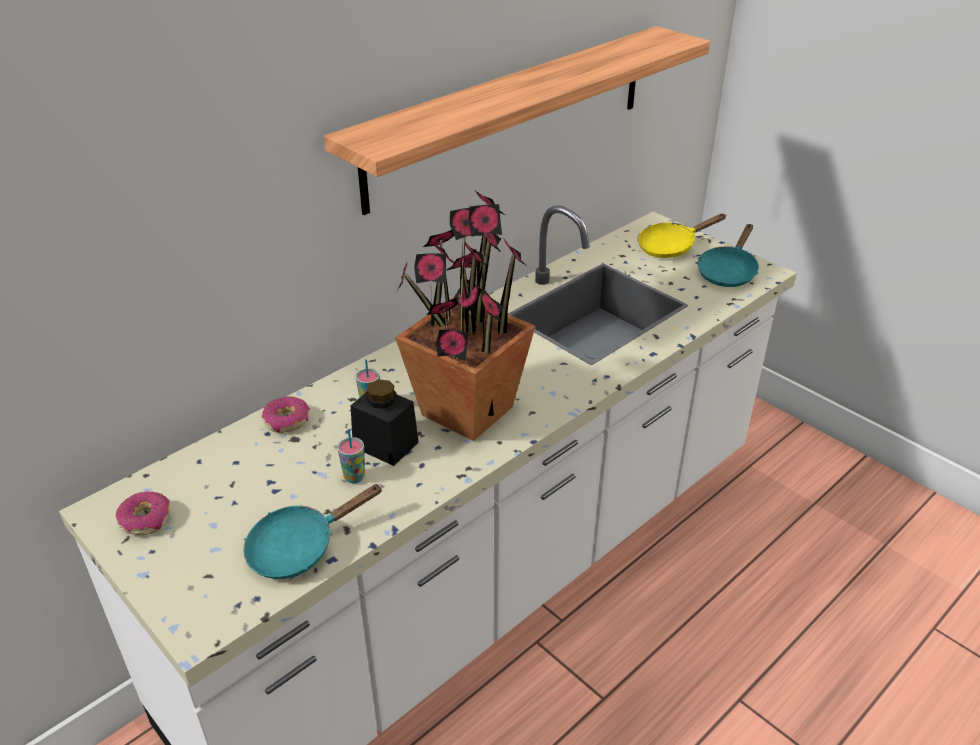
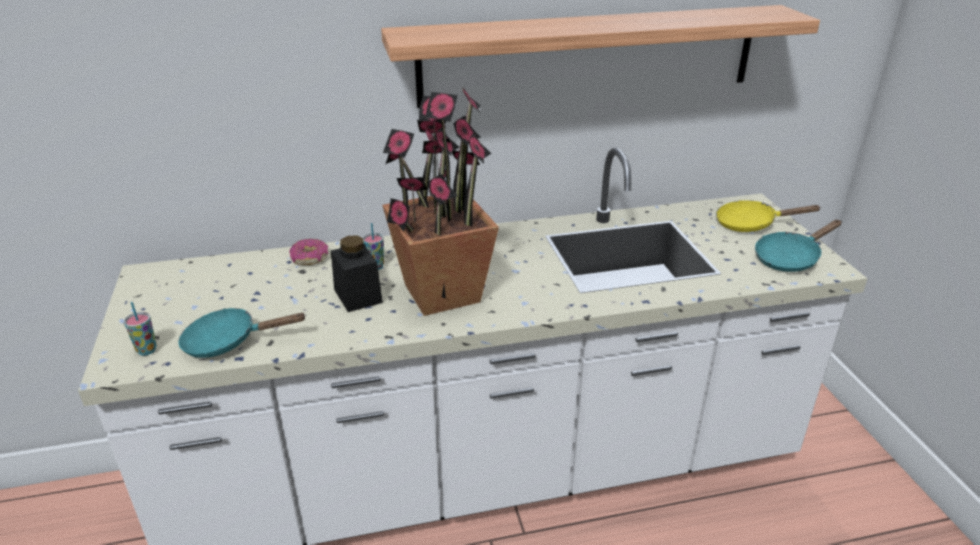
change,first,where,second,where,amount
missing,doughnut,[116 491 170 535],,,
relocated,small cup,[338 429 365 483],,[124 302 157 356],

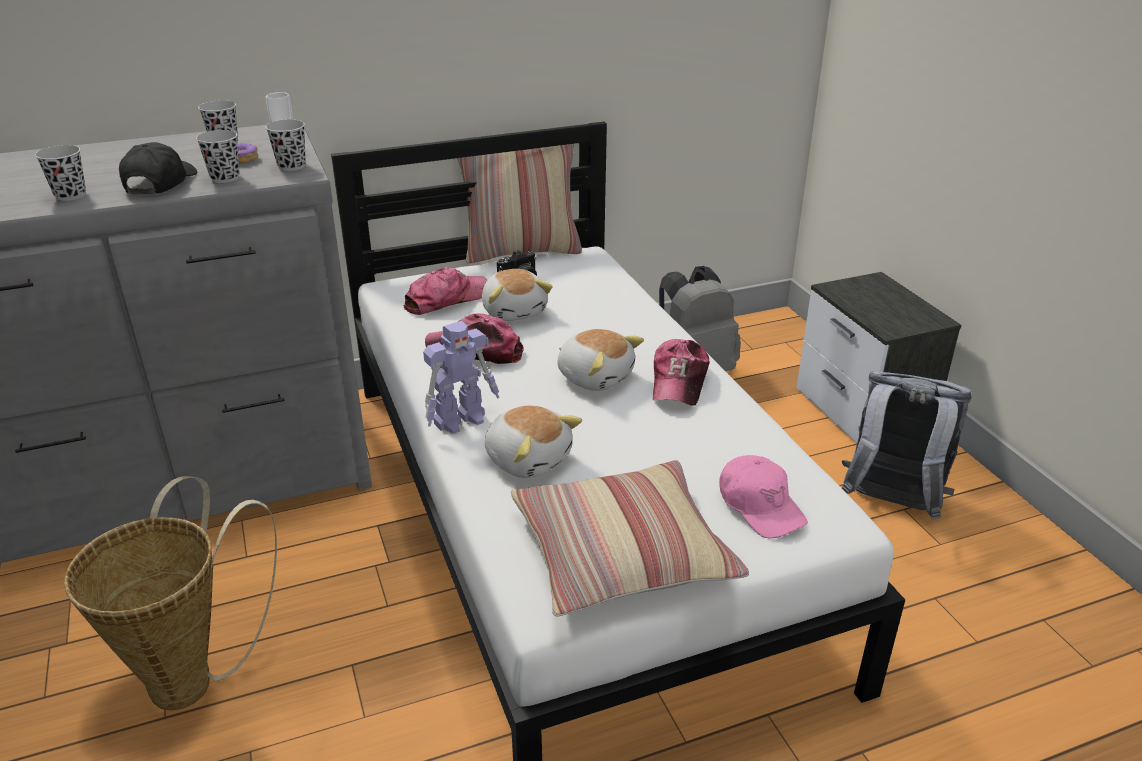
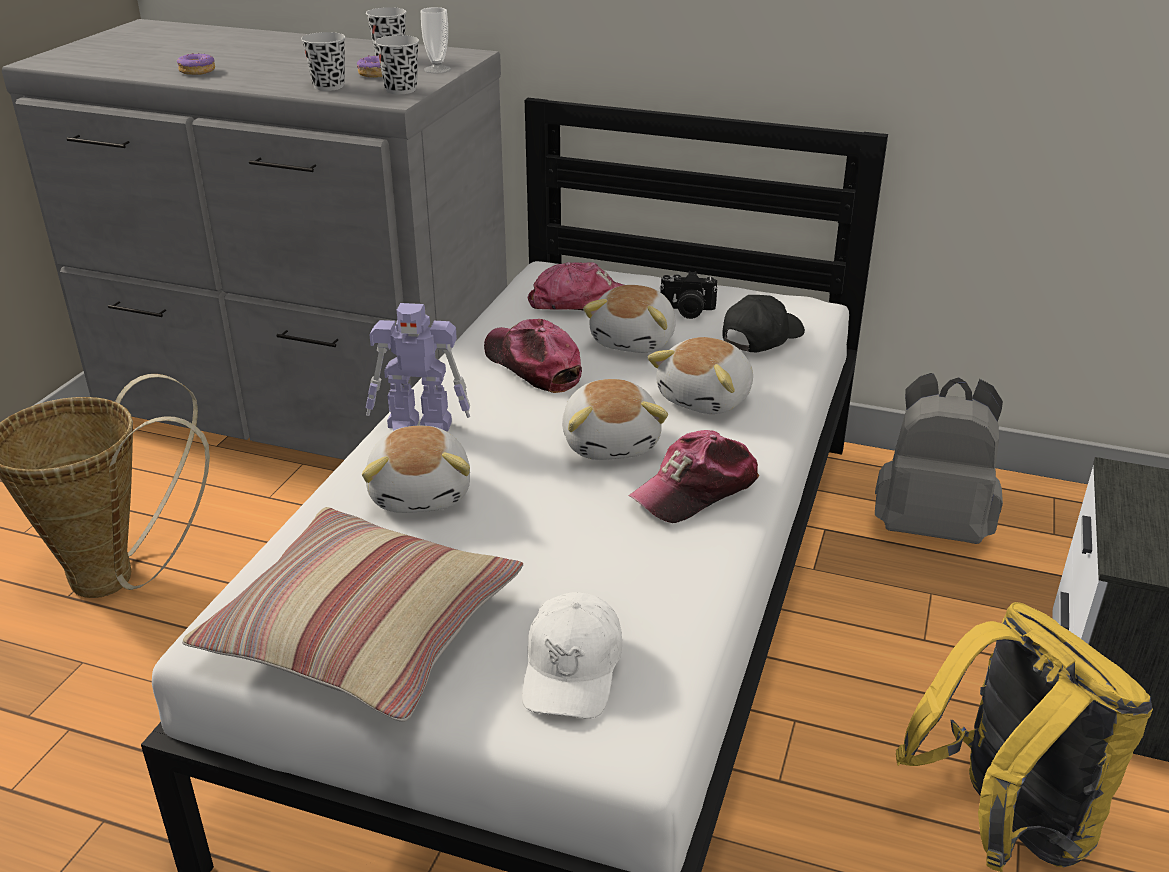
change,first,where,second,where,amount
missing,pillow,[457 144 582 264],,,
appeared,,,cuddly toy,[648 337 753 414],
relocated,black peaked cap,[119 142 197 194],,[722 295 805 352],
exchanged,black small cup,[35 145 86 201],doughnut,[177 52 215 75],
colour,pink peaked cap,[719 455 808 538],white peaked cap,[522 592 622 719],
colour,grey knapsack,[842 371 972 519],yellowish knapsack,[896 602 1153 872],

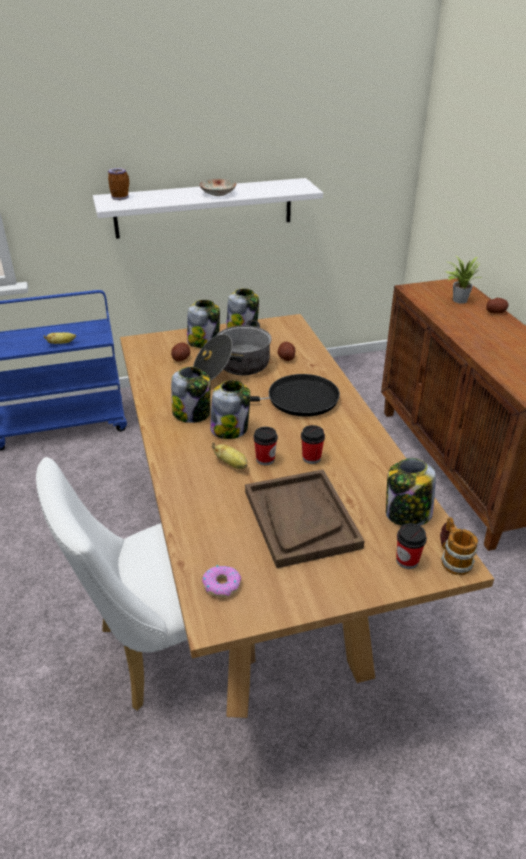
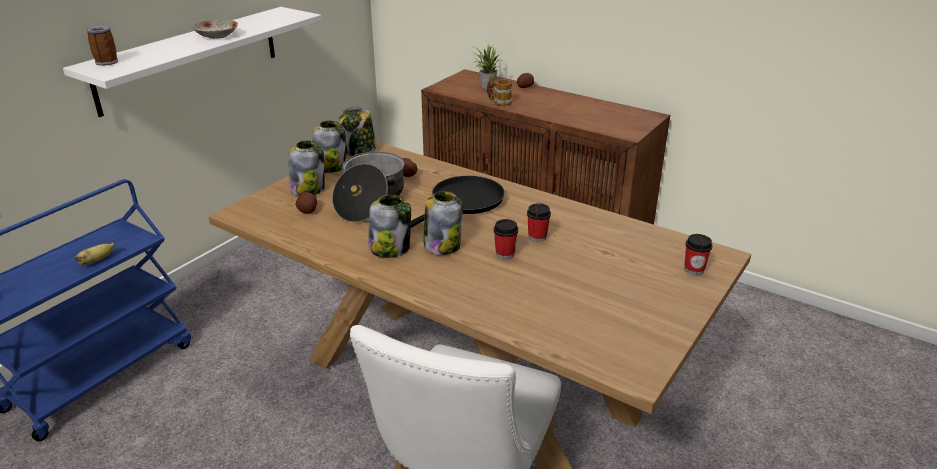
change,first,where,second,where,amount
missing,doughnut,[202 565 241 597],,,
missing,banana,[212 443 247 469],,,
missing,brown-coloured tray,[245 470 364 568],,,
relocated,storage jar,[386 458 436 526],,[339 106 376 157],
relocated,tea mug,[440 517 478 575],,[487 76 512 106],

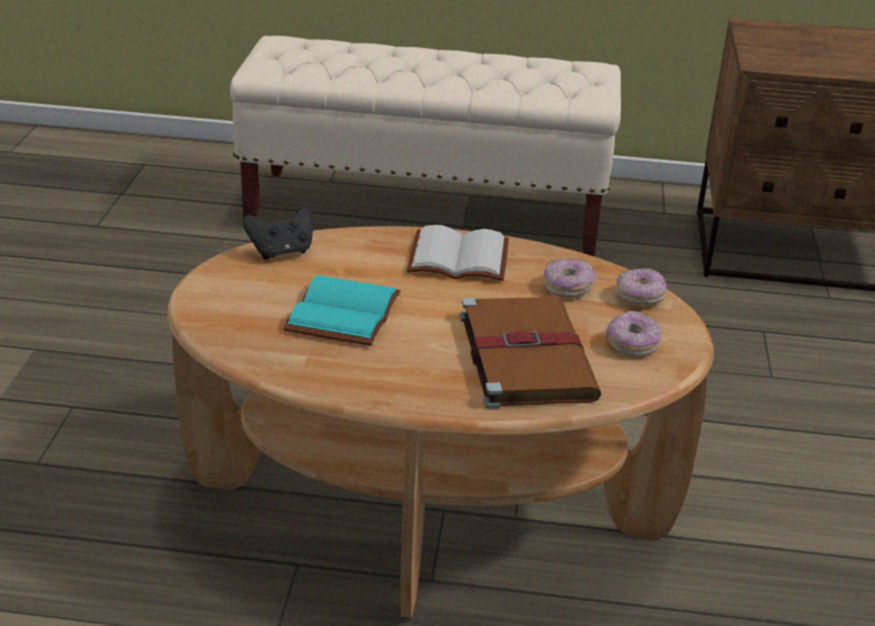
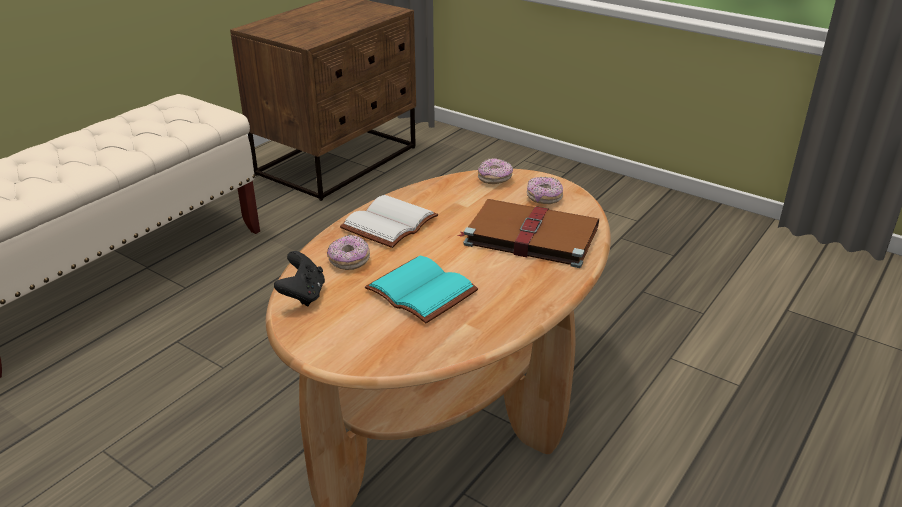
change,first,where,second,where,amount
relocated,doughnut,[544 259 596 298],,[327 235 370 270],

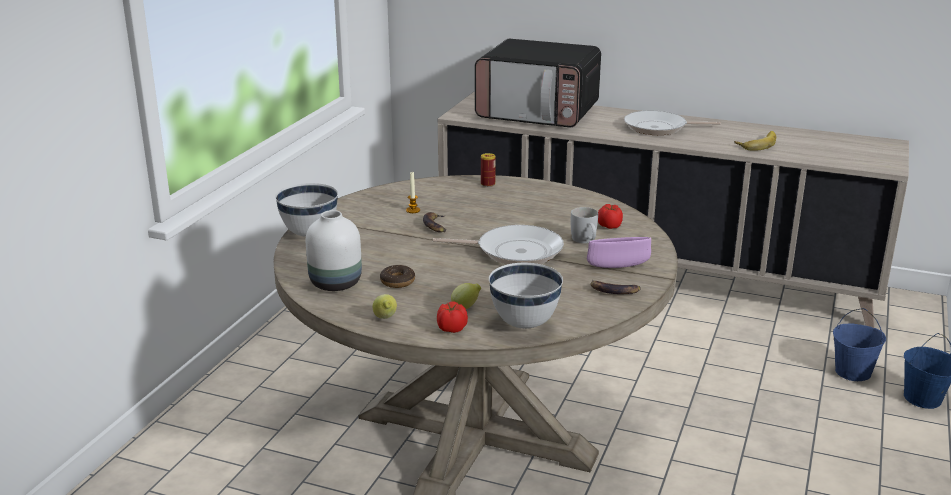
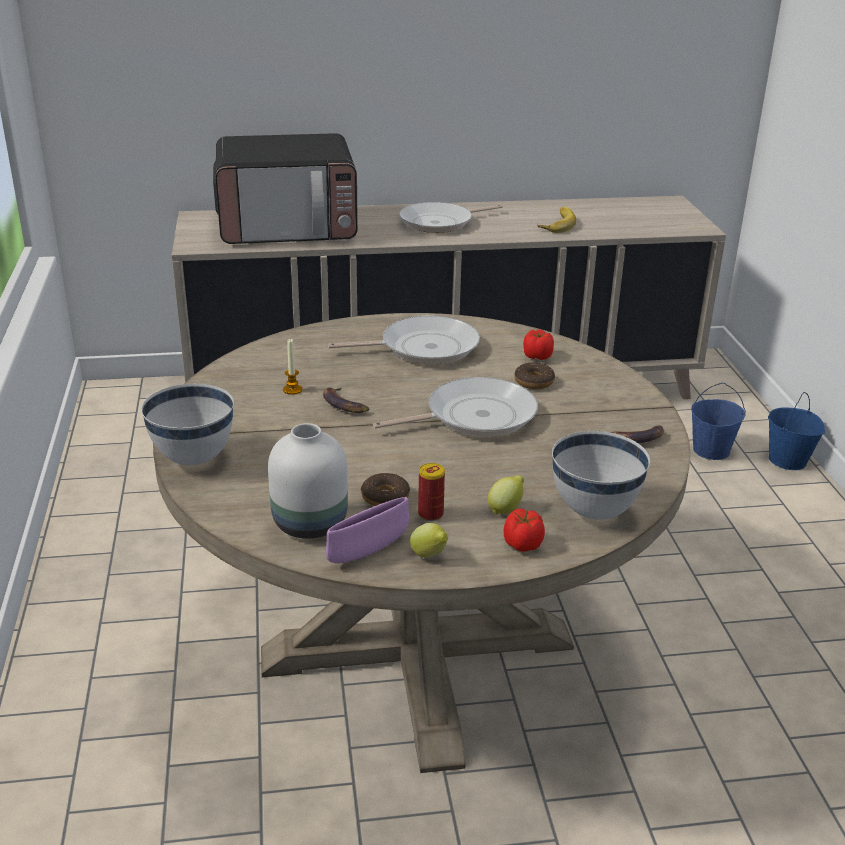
change,first,where,second,where,amount
appeared,,,skillet,[328 315 480 364],
relocated,metal can,[481 153 496 187],,[418 463 445 521],
relocated,purple deep dish,[587 237 651 268],,[326 497 409 563],
exchanged,white tea mug,[571 207 598 243],doughnut,[514 363 555 389],

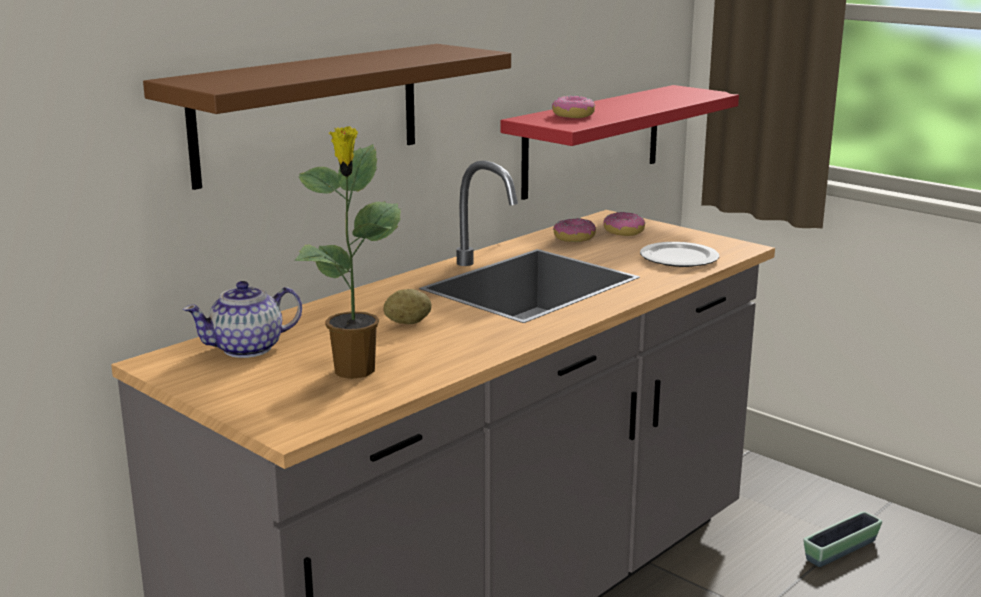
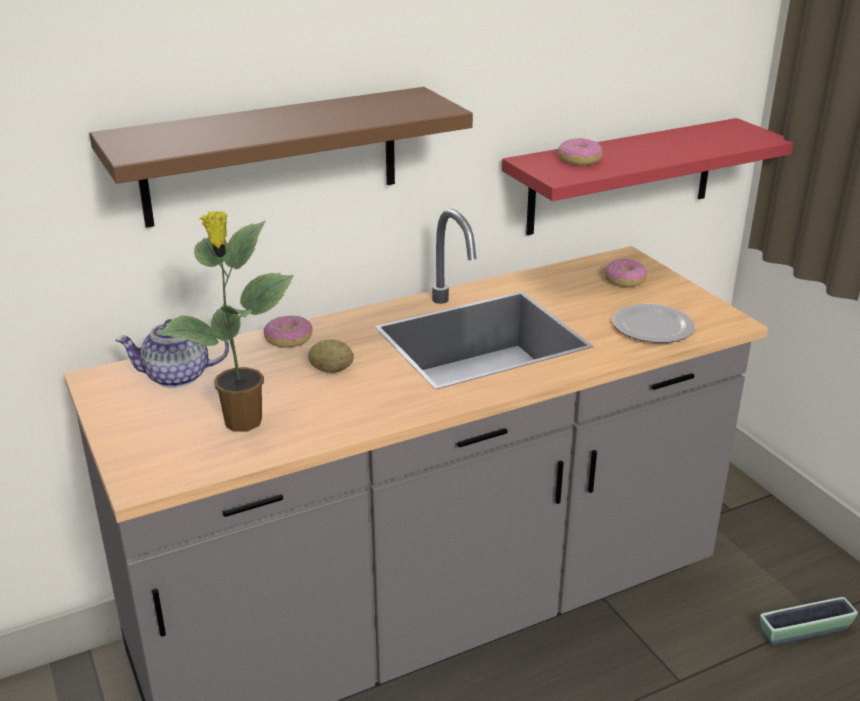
change,first,where,second,where,amount
relocated,doughnut,[553 218 596 242],,[264 316 313 348],

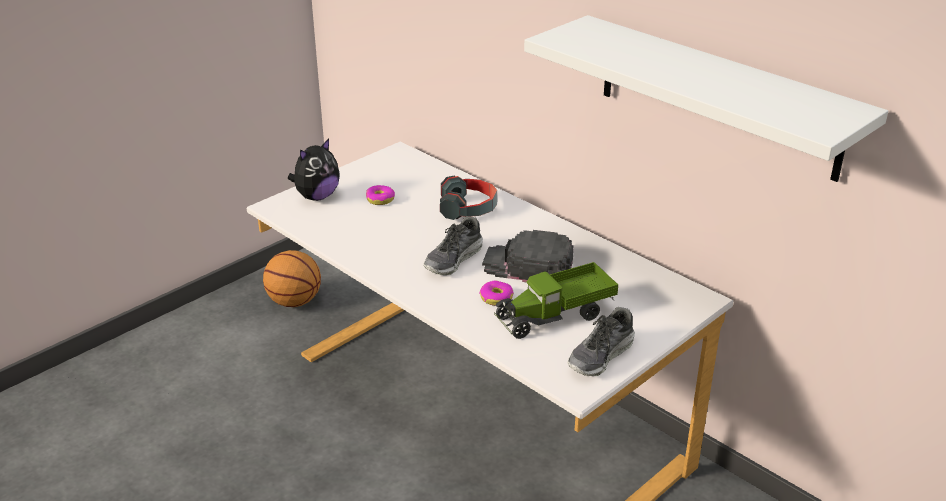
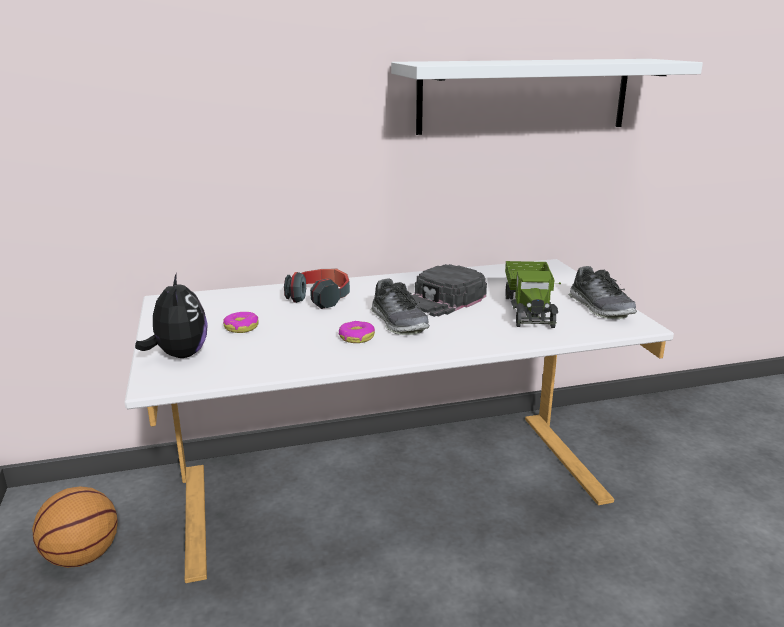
change,first,where,second,where,amount
relocated,doughnut,[479 281 514 306],,[338 321 375 343],

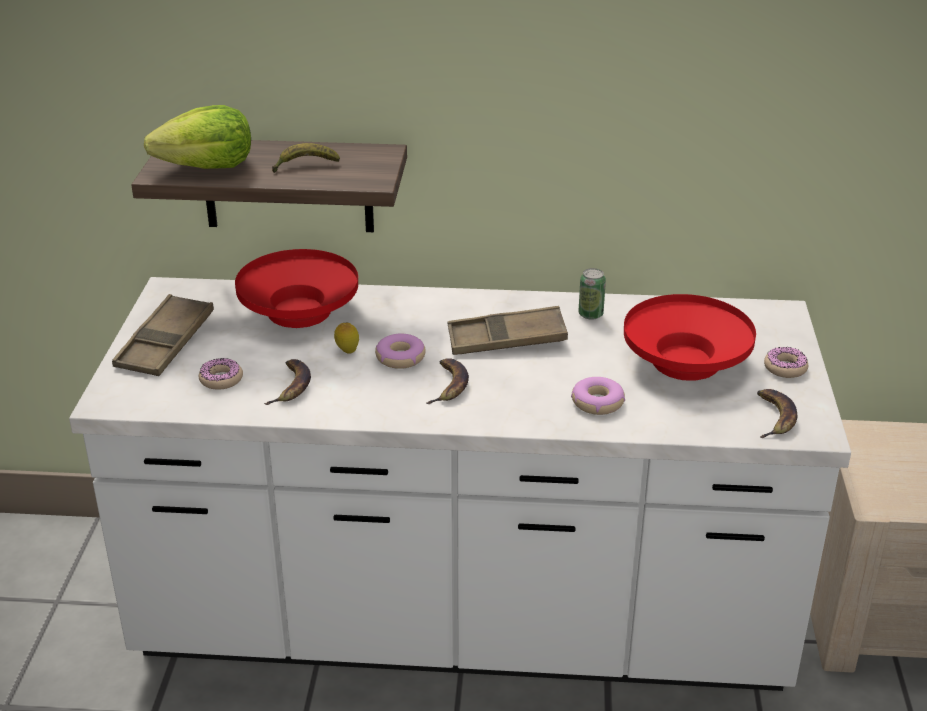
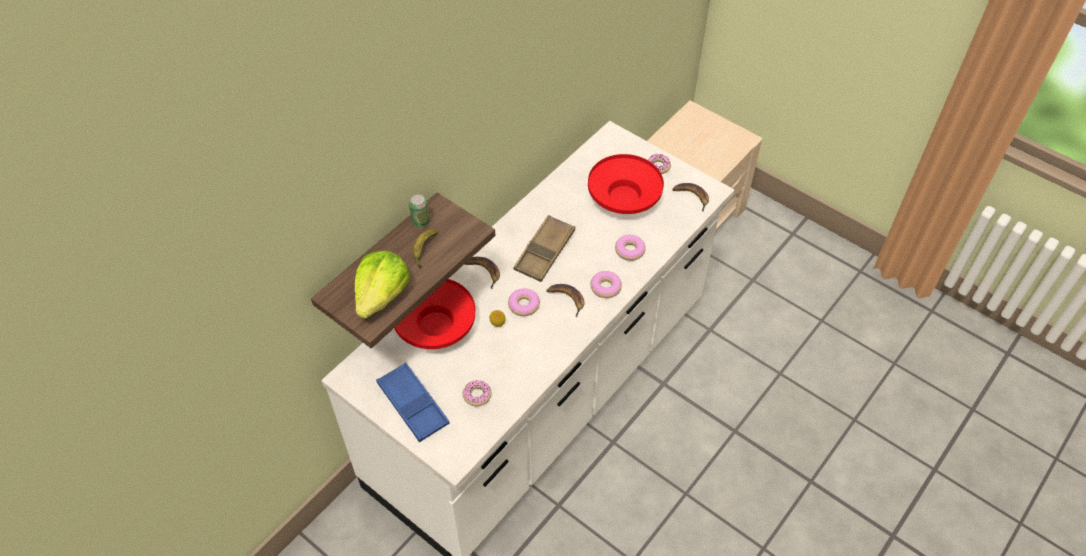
change,first,where,second,where,amount
appeared,,,doughnut,[590 271 622 298],
relocated,banana,[264 359 311 405],,[465 257 500 289],
relocated,metal can,[578 268 606 320],,[409 194 430 228],
colour,brown-coloured tray,[112 294 214 376],blue tray,[376 363 449 442],

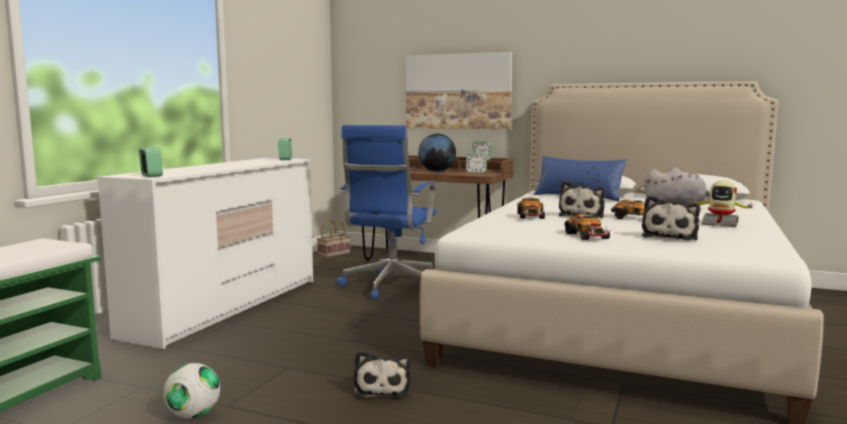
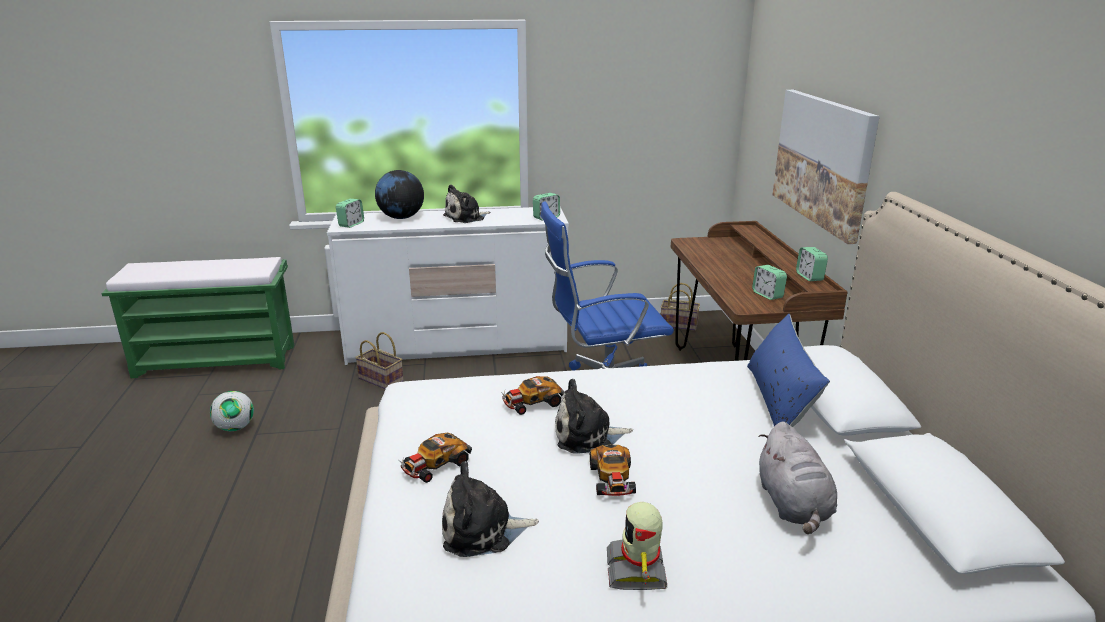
change,first,where,second,where,amount
appeared,,,basket,[355 332 404 389],
relocated,cuddly toy,[354 351 411 398],,[443 184 490 223],
relocated,world globe,[418 134 456 172],,[375 170 424 219],

